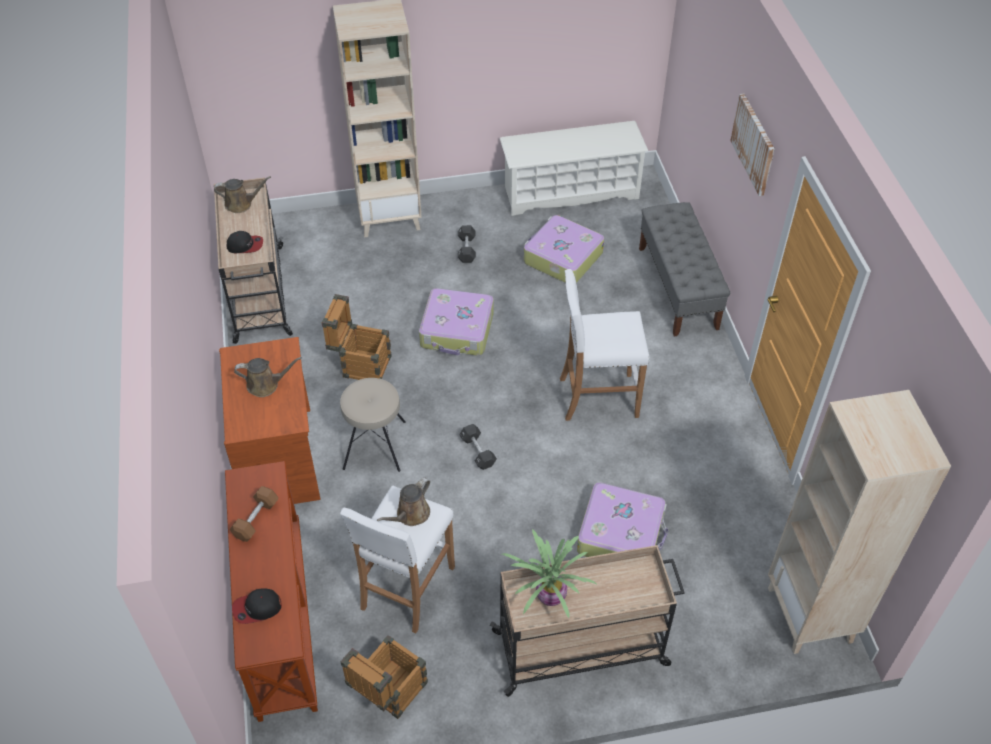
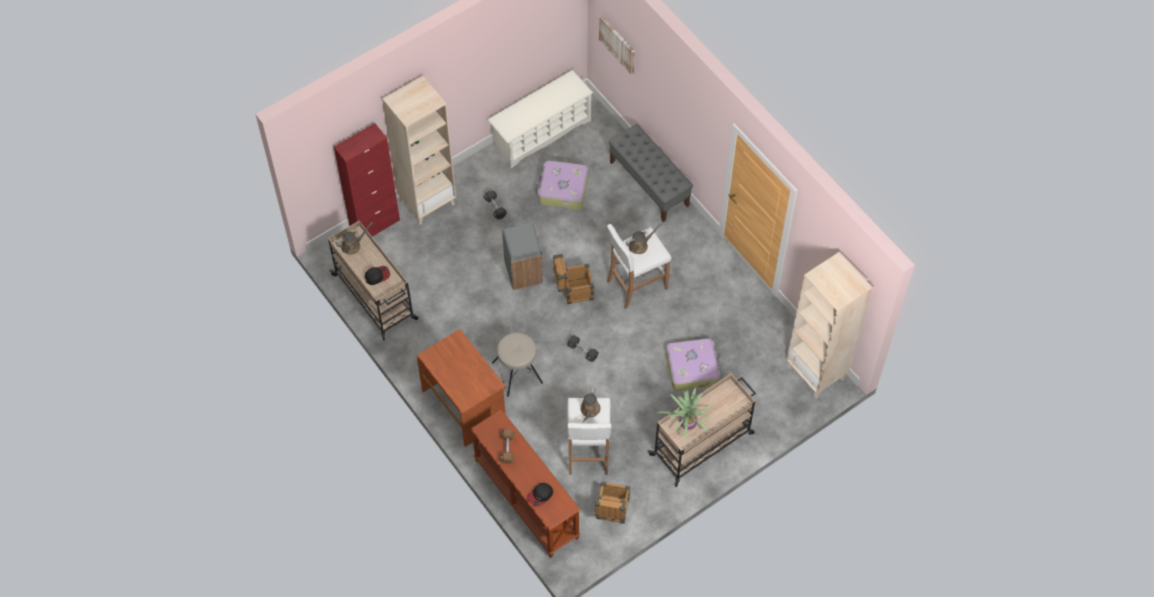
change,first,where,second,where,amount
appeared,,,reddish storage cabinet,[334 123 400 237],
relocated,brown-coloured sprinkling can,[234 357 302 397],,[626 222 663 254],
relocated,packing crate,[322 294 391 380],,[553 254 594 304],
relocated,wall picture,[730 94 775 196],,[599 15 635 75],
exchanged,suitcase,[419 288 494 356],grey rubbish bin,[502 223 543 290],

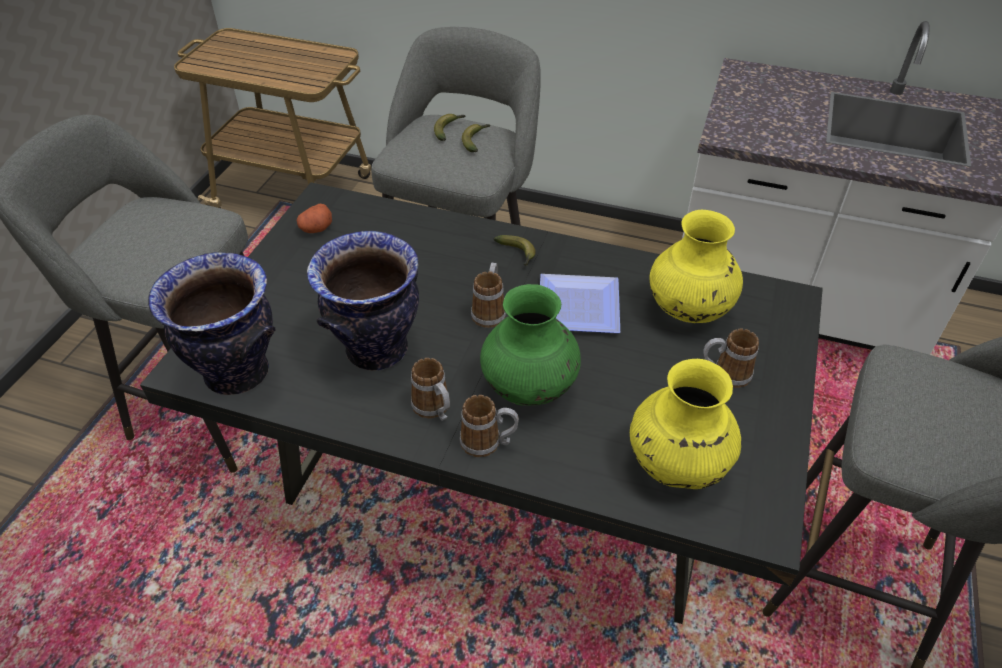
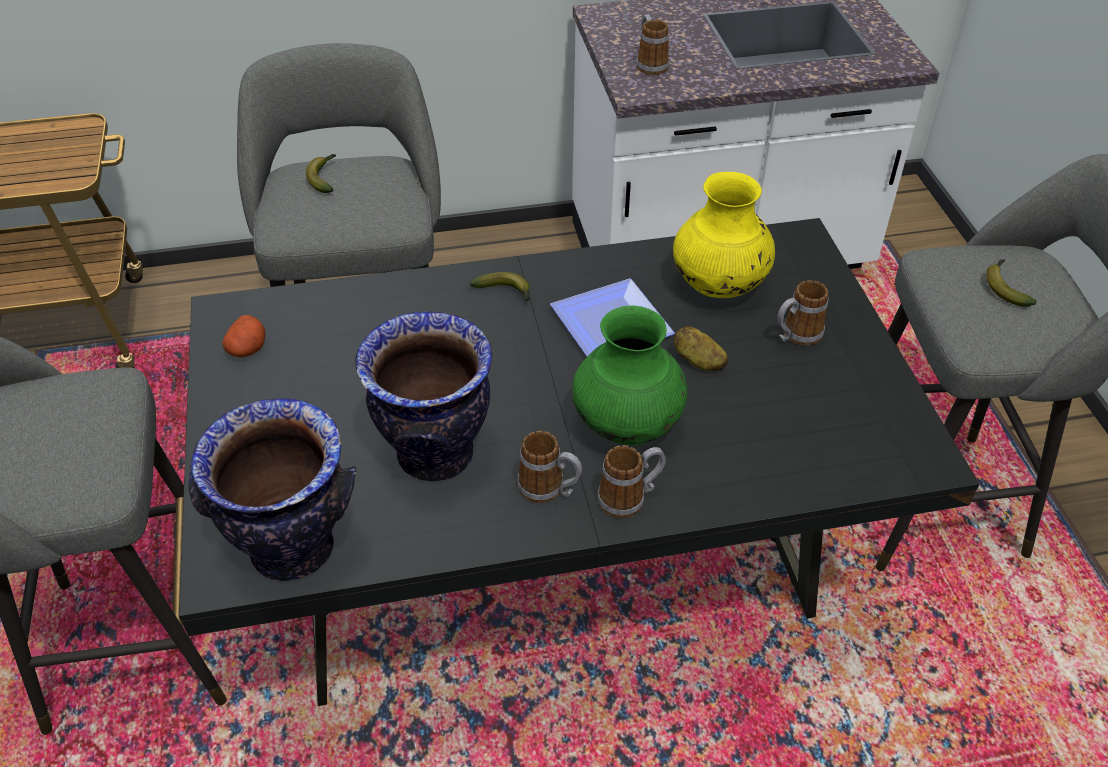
change,first,where,second,where,amount
missing,yellowish flower vase,[630 359 741 489],,,
appeared,,,potato,[673 326 728 371],
relocated,banana,[462 124 490 152],,[986 259 1037 306],
relocated,tea mug,[471 263 506 328],,[637 14 669 75],

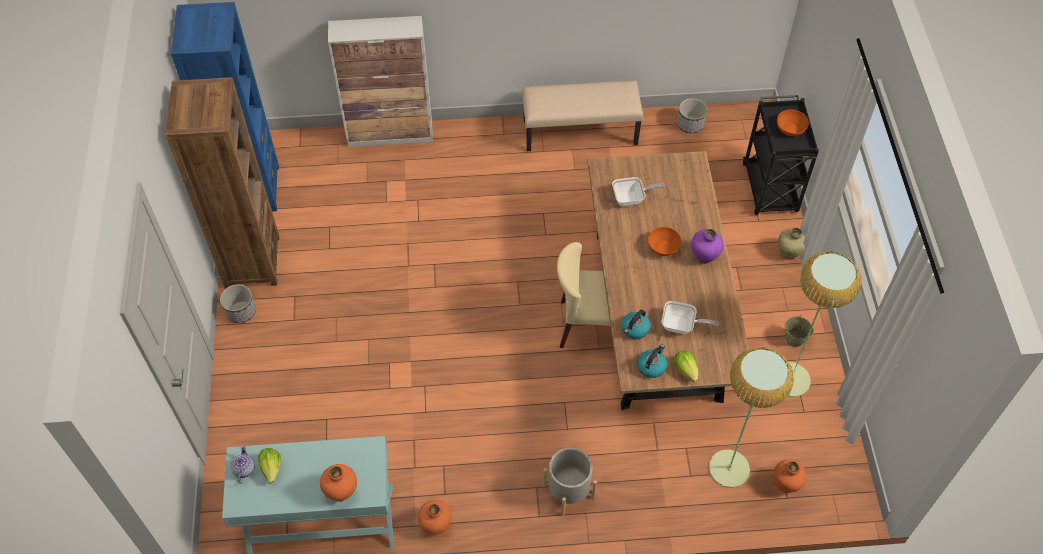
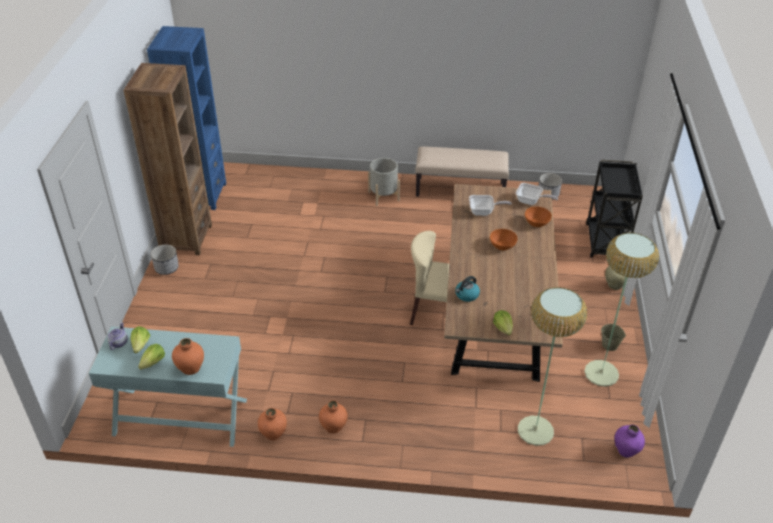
change,first,where,second,where,amount
missing,storage cabinet,[328 16 433 147],,,
missing,water kettle,[637 344 667 378],,,
appeared,,,lettuce head,[138 344 165 369],
relocated,grey planter,[543 448 597 516],,[368 158 400 206],
relocated,skillet,[662 301 719 334],,[516 183 558 205],
relocated,purple flower vase,[691 229 723 263],,[614 425 645 458],
relocated,orange flower vase,[773 459 807 493],,[319 401 348 434],
relocated,orange deep dish,[777 109 809 136],,[525 206 552 227],

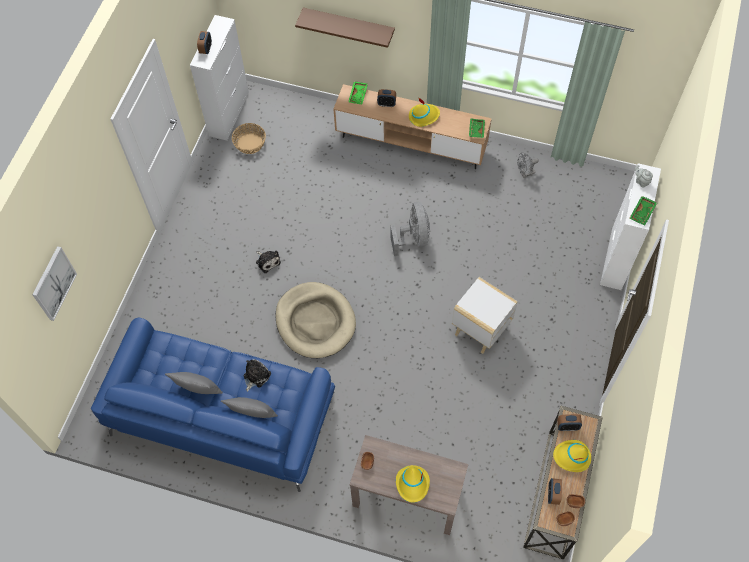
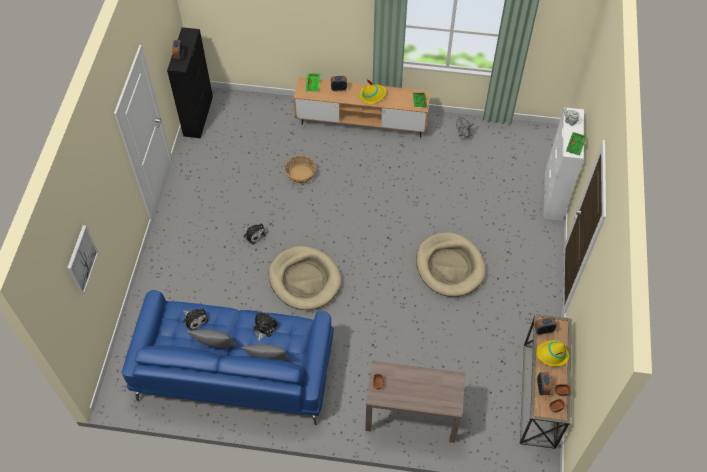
change,first,where,second,where,amount
missing,brown-coloured shelf,[295 8 395 48],,,
missing,grey cooling fan,[390 202 430 256],,,
missing,yellowish hat,[396 465 430 503],,,
appeared,,,cuddly toy,[183 309 208 331],
relocated,basket,[232 123 266 154],,[285 156 316 183],
exchanged,white side table,[452 277 518 354],beige-coloured pet bed,[416 232 486 297],
colour,white storage cabinet,[190 15 249 140],black storage cabinet,[167 27 213 138],

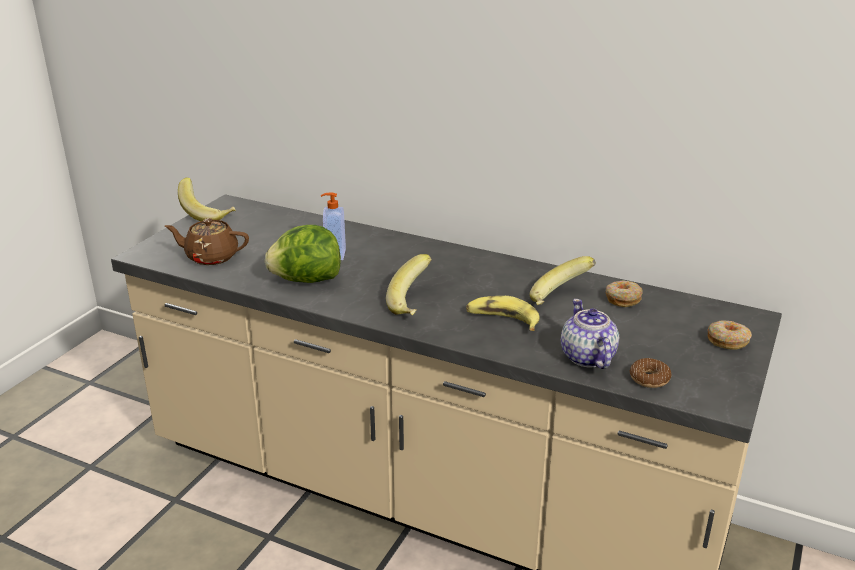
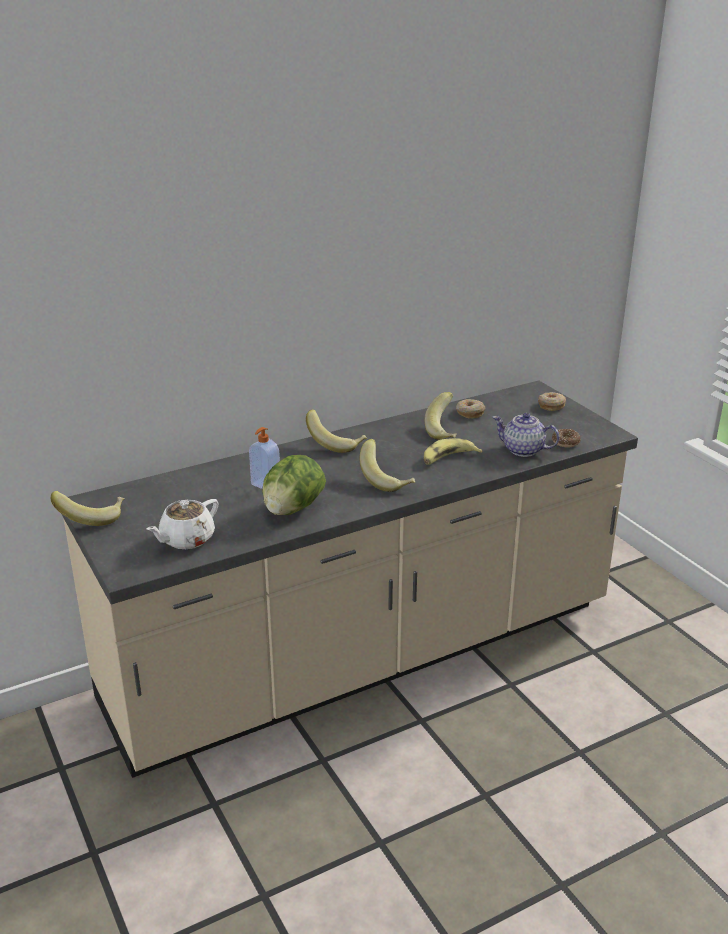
change,first,where,second,where,amount
appeared,,,banana,[306 409 367 453],
colour,brown-coloured tea pot,[165 218 249 265],white tea pot,[146 499 218 549],

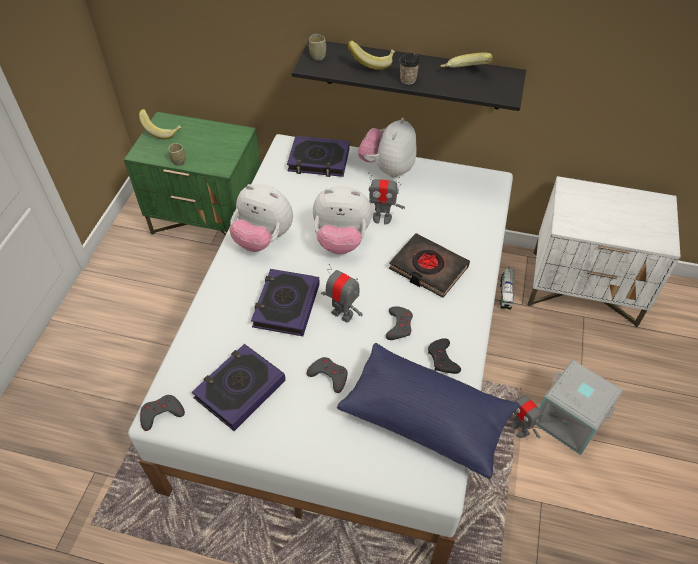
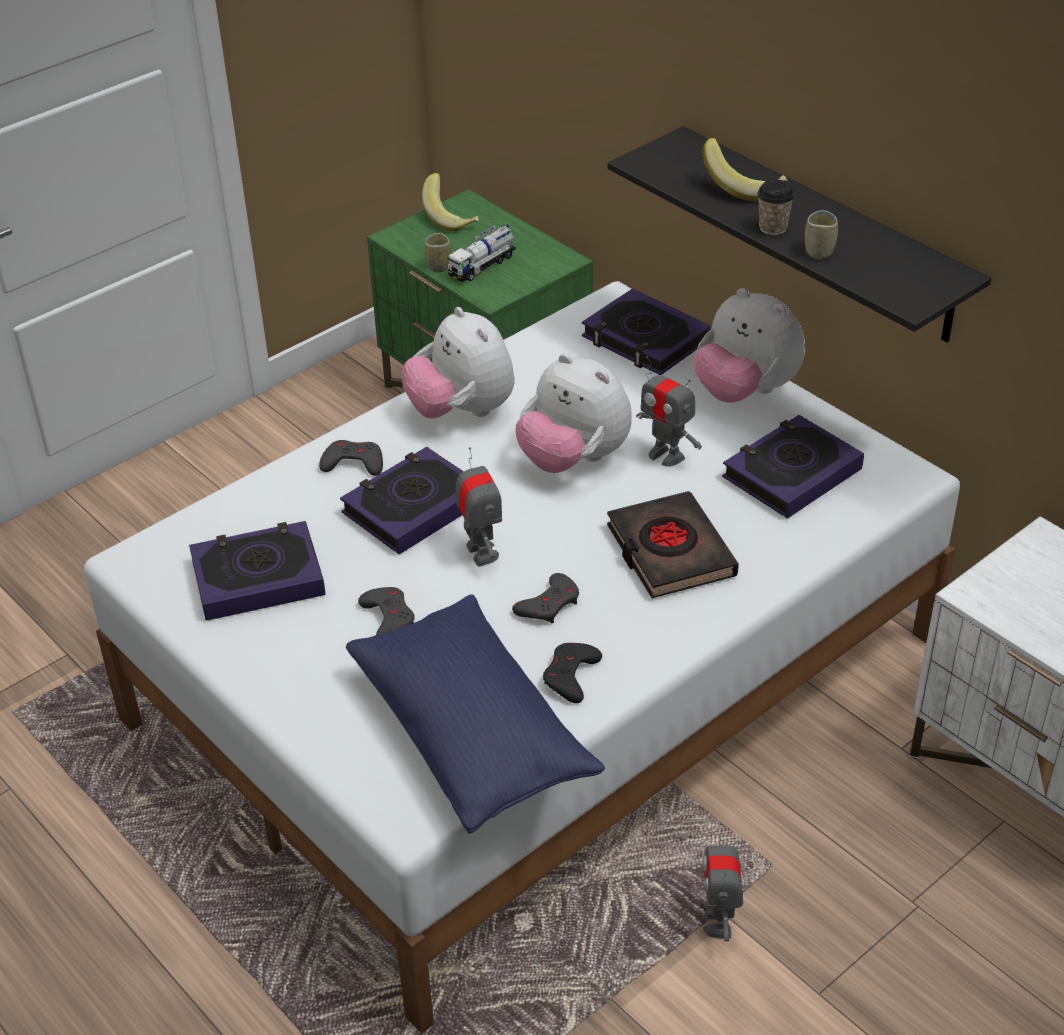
change,first,where,second,where,amount
missing,banana,[440 53 493 68],,,
missing,grey storage bin,[536 359 623 455],,,
appeared,,,bound book,[722 415 864 519],
relocated,grey joypad,[140 395 185 431],,[319 440 383 476],
relocated,small cup,[309 34 326 61],,[804 210 838 260],
relocated,model truck,[500 267 515 309],,[447 224 516 282],
spun,cuddly toy,[358 118 416 177],,[694 288 805 402],105 degrees counterclockwise

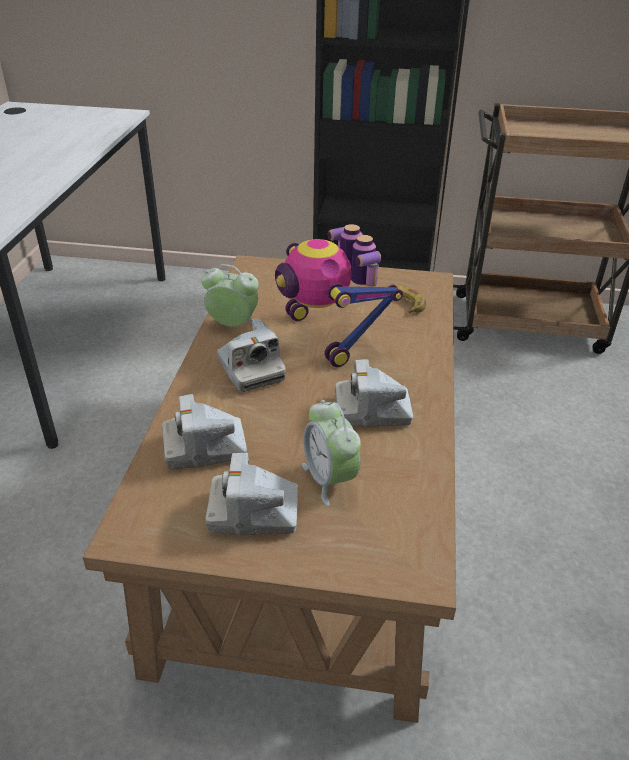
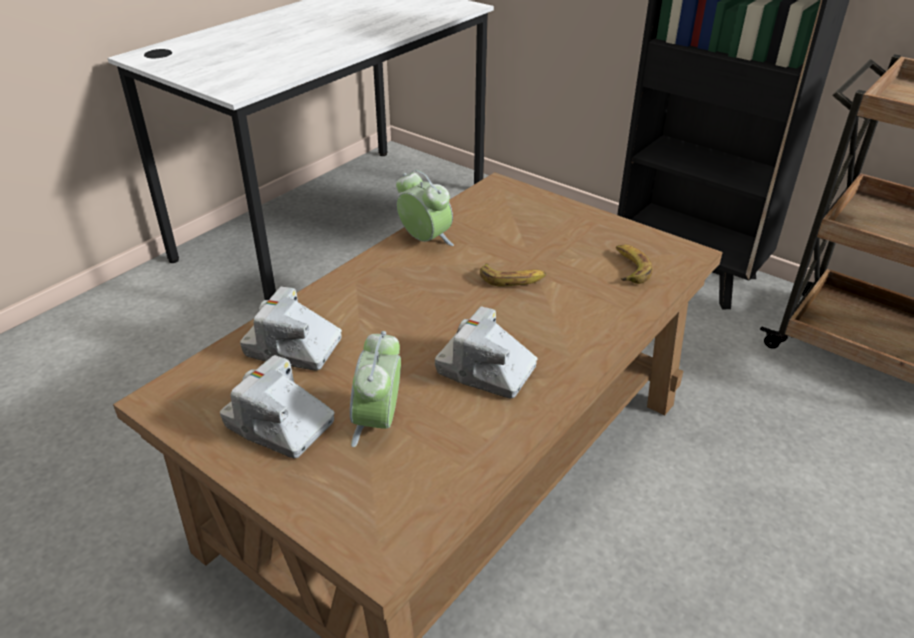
change,first,where,second,where,amount
missing,still camera,[217 318 286 392],,,
exchanged,toy robot,[275 224 403 367],banana,[480 263 547 287],

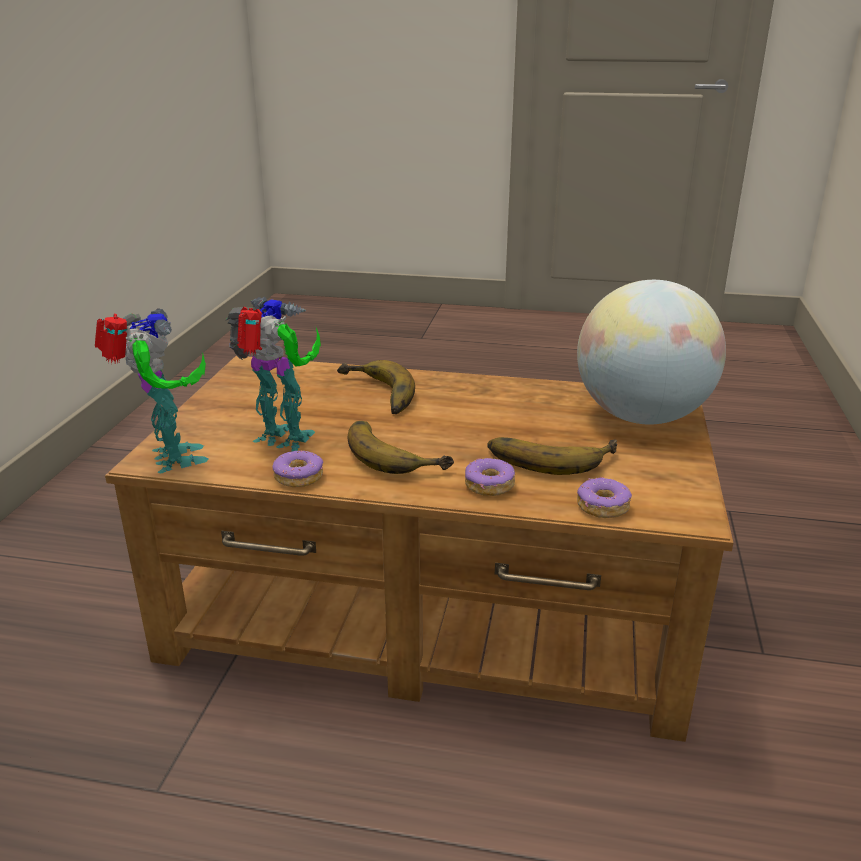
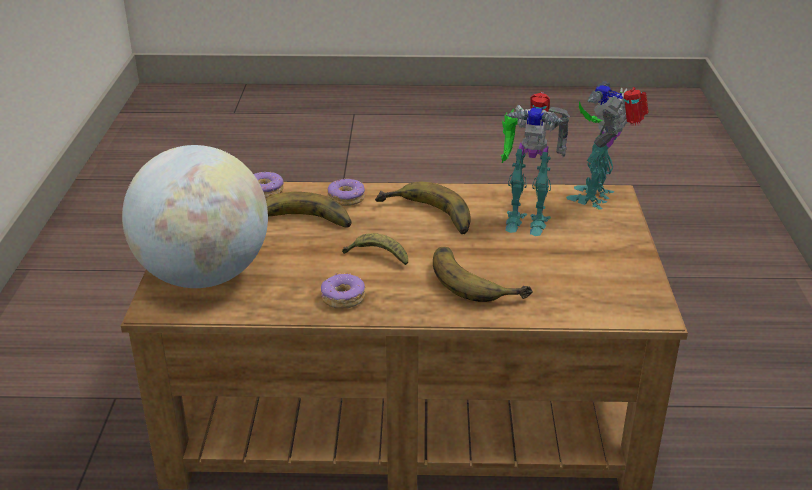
change,first,where,second,where,amount
appeared,,,banana,[342 233 408 265],
relocated,doughnut,[272 450 324 487],,[321 273 365 309],
spun,toy robot,[95 308 209 473],,[566 81 649 210],60 degrees clockwise

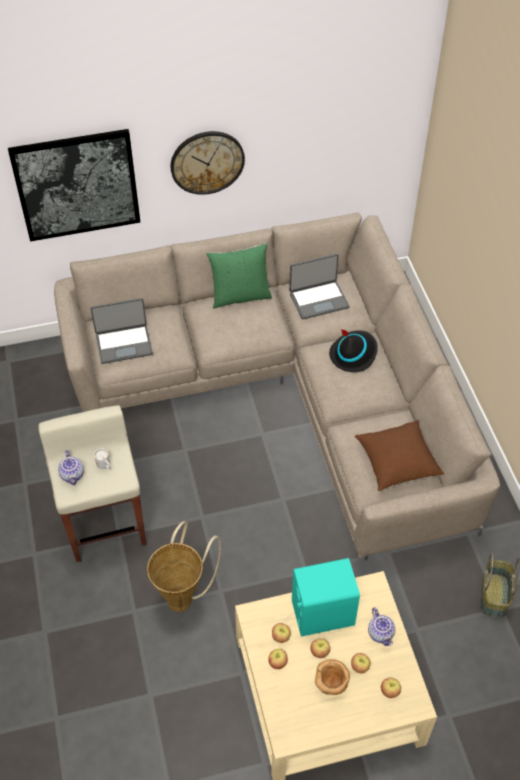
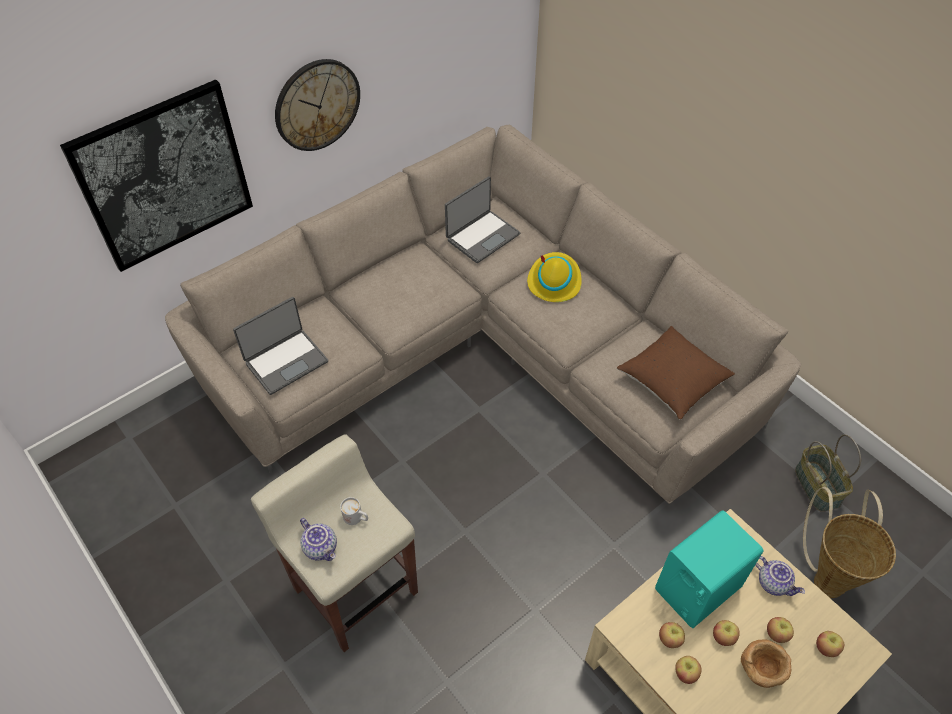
change,first,where,second,where,amount
missing,green-coloured pillow,[206 243 272 309],,,
relocated,basket,[147 521 221 612],,[803 487 896 598],
colour,black hat,[329 330 378 372],yellowish hat,[527 252 582 302],

